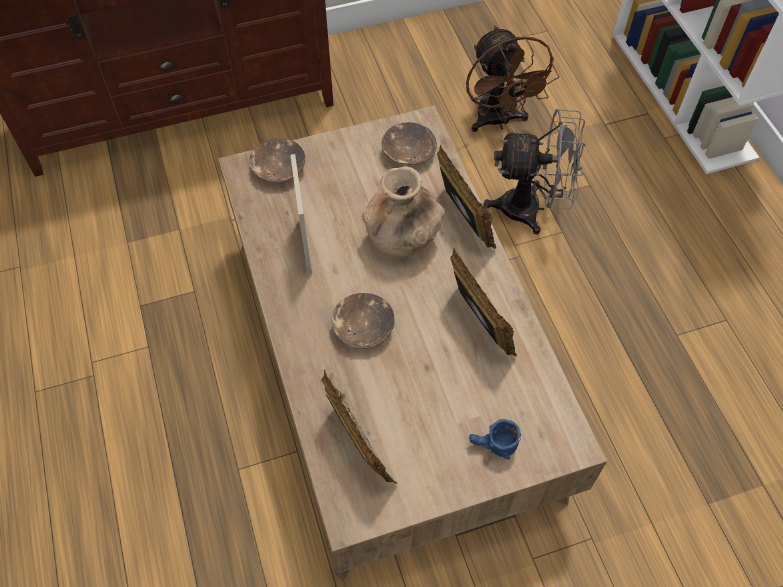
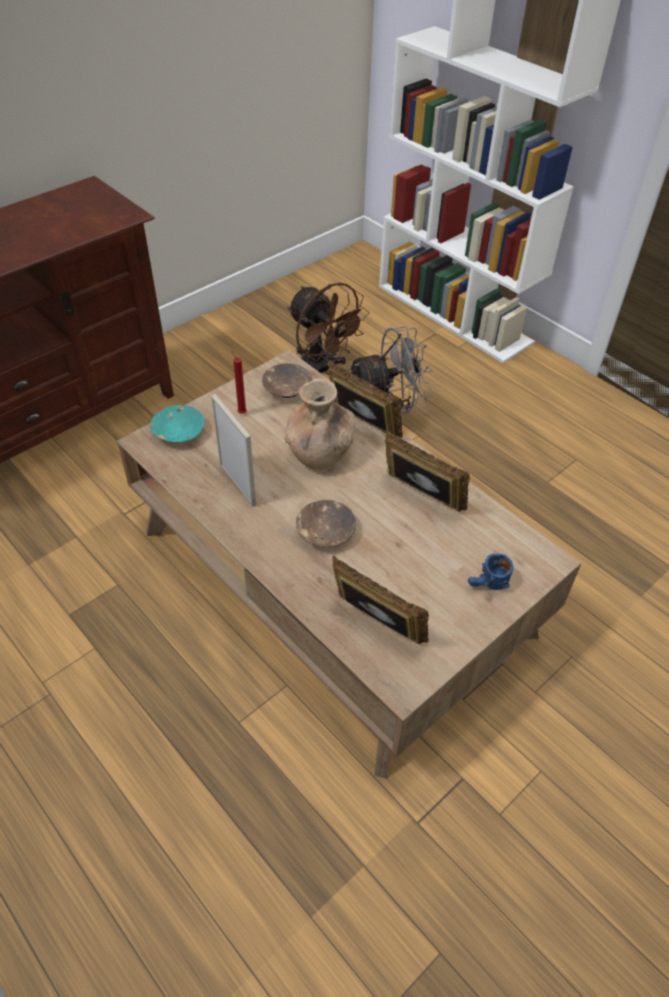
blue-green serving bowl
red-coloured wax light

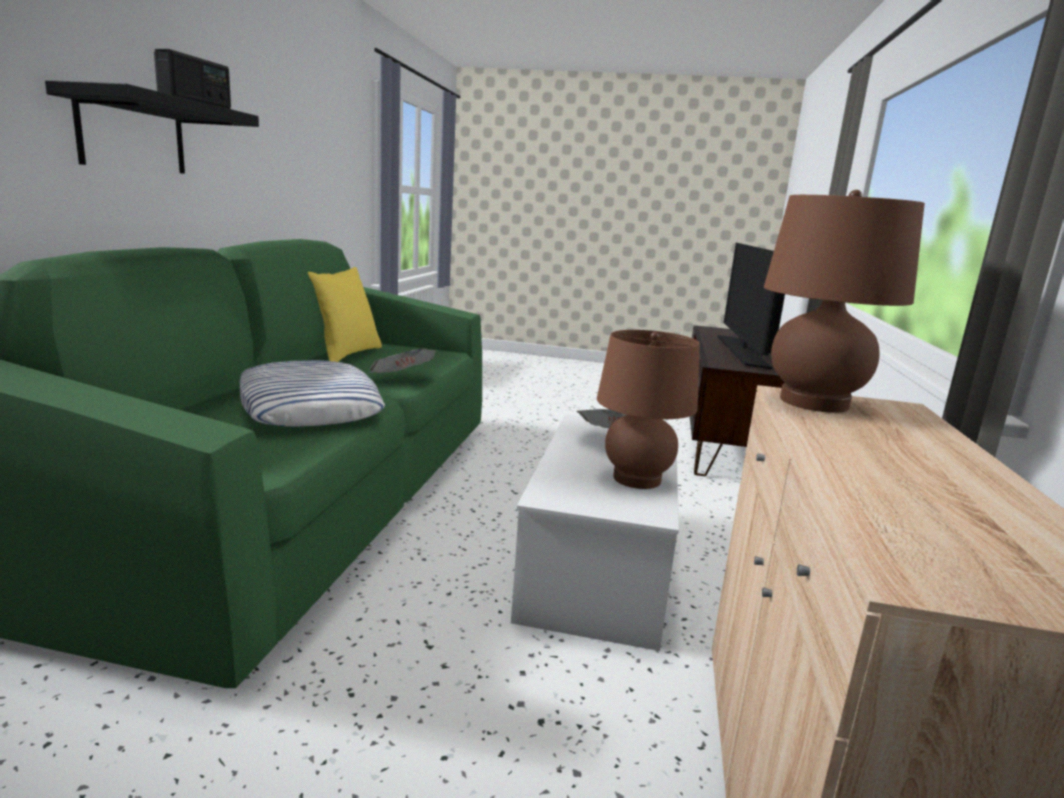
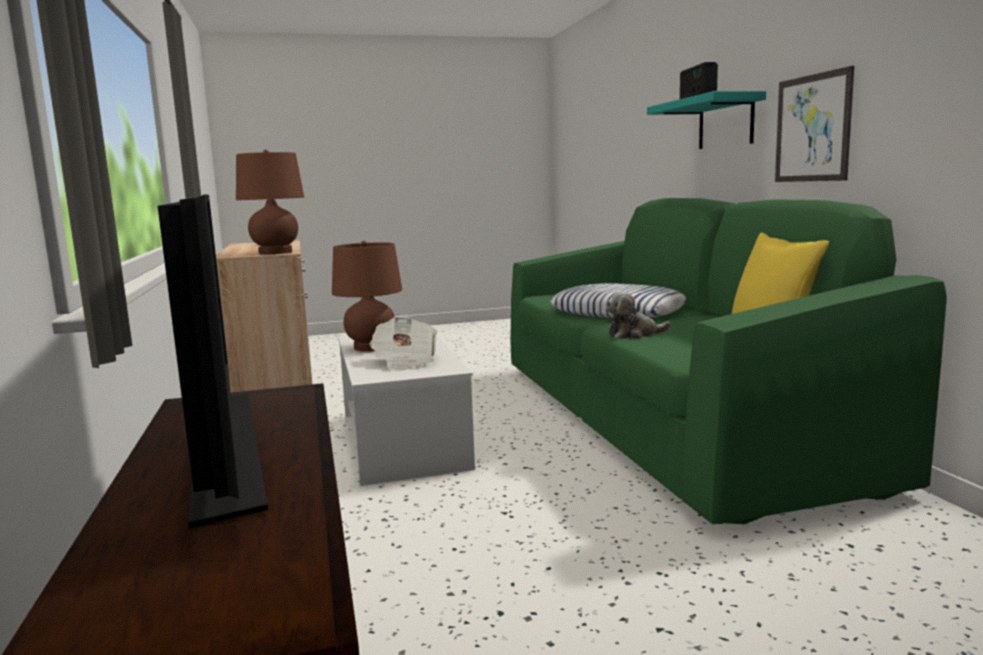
soft toy
blue-green shelf
wall picture

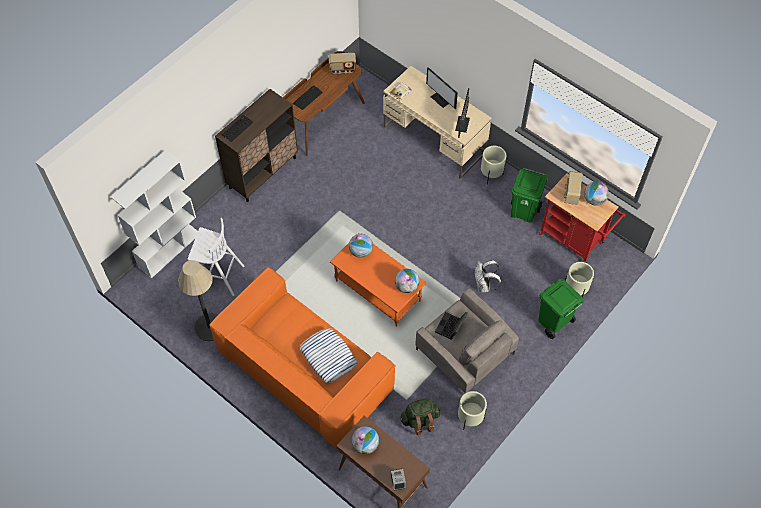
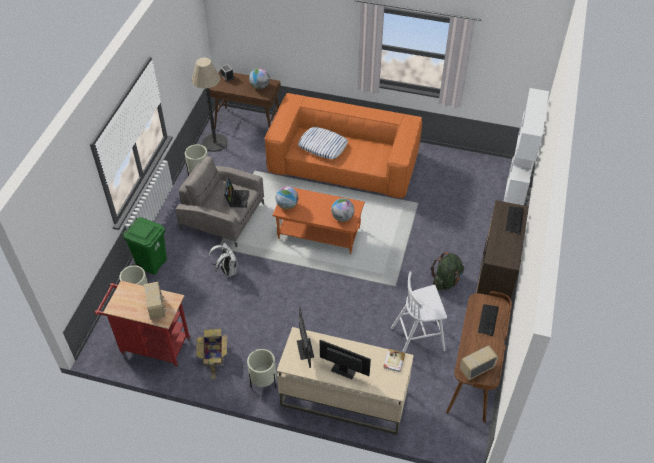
standard lamp
packing box
white-coloured sitting stool
green-coloured backpack
world globe (4th from left in the first image)

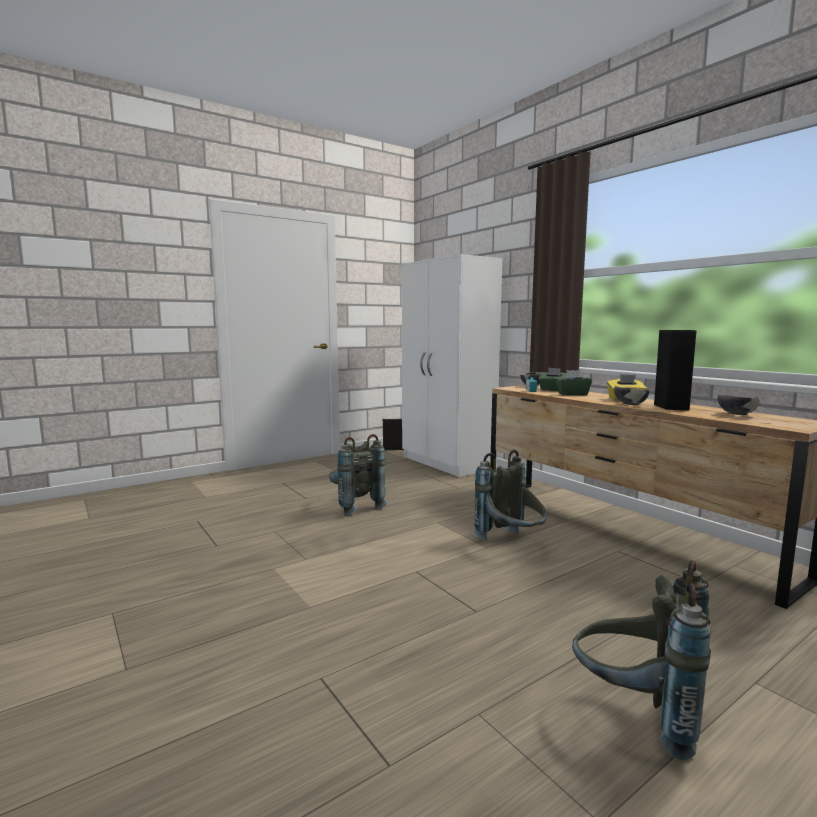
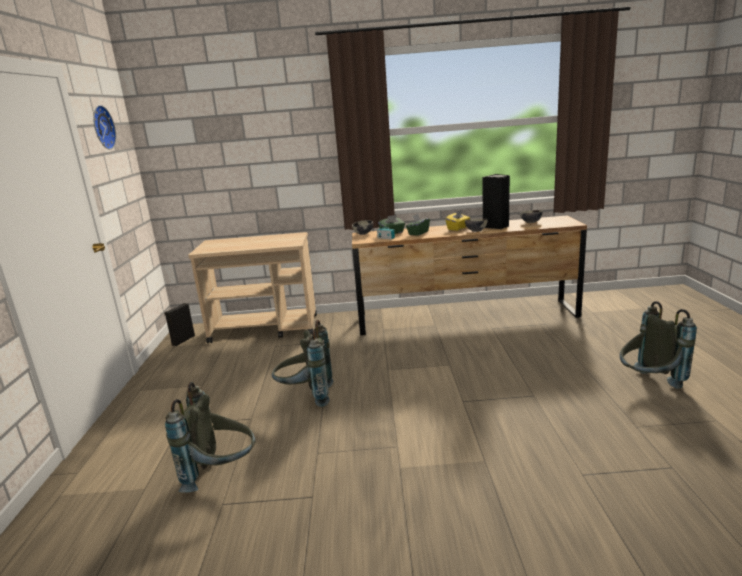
clock on the wall
grey backpack (1st from left)
beige cart

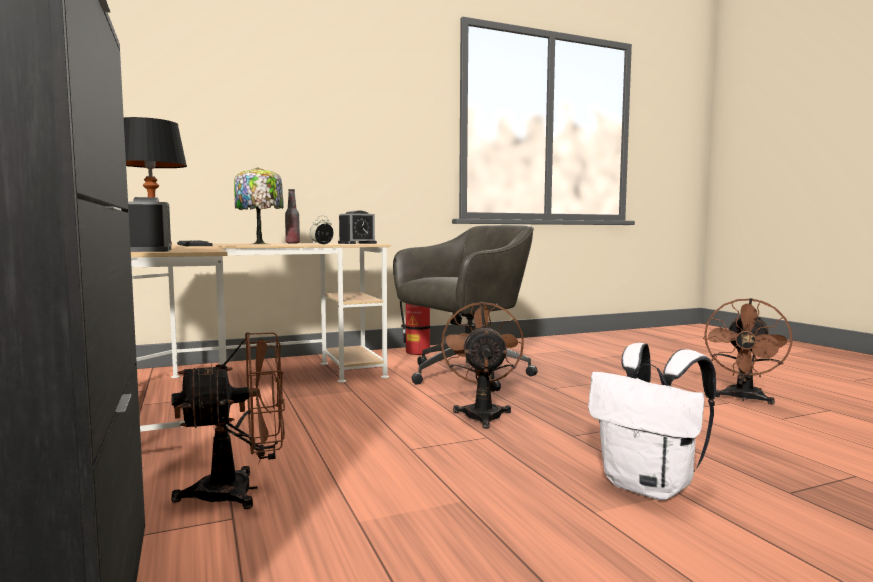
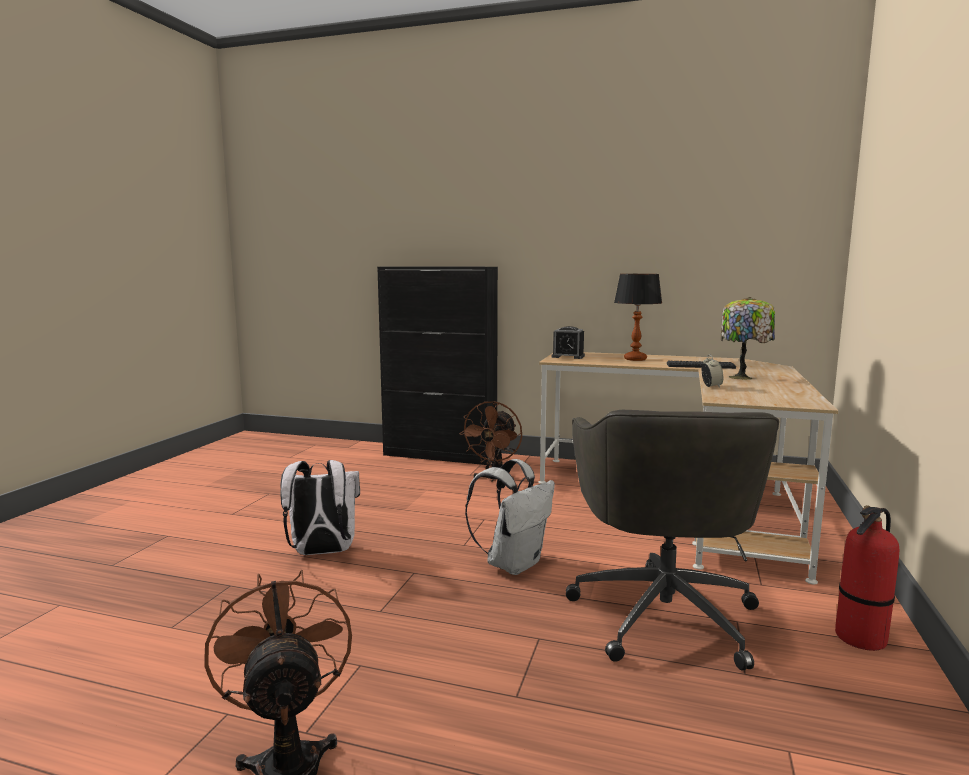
white-coloured backpack (2nd from left)
beverage bottle
table clock (3rd from left in the first image)

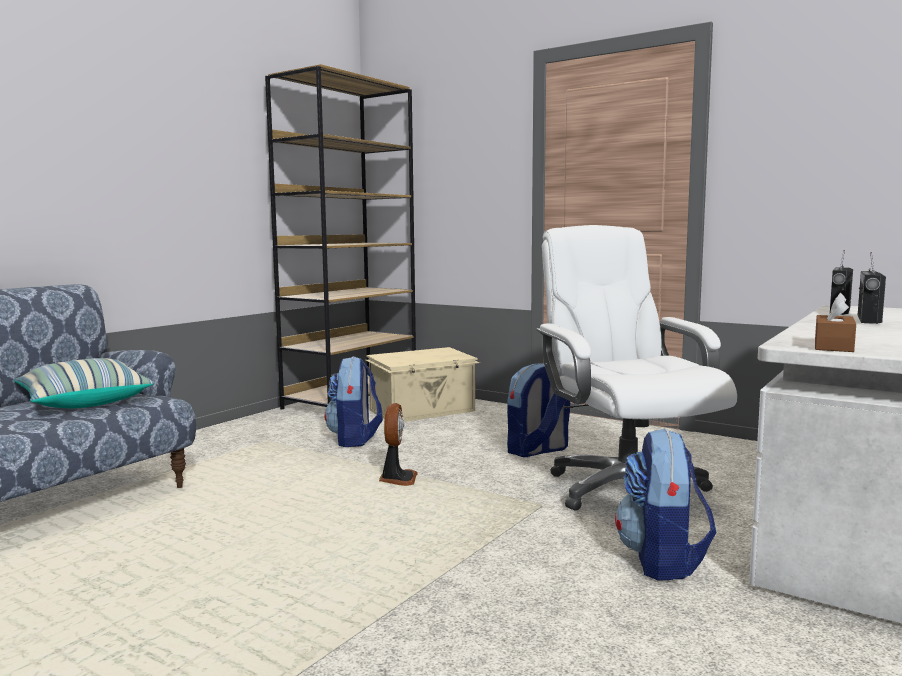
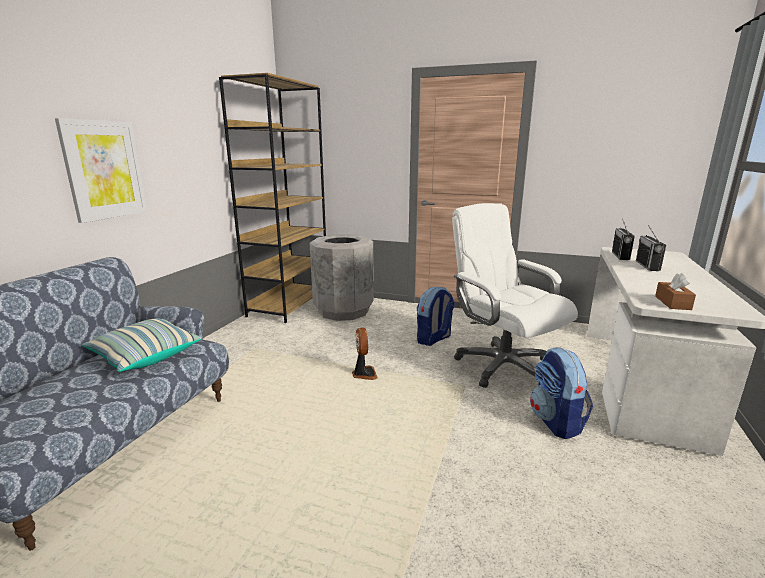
wall picture
grey rubbish bin
backpack (1st from left in the first image)

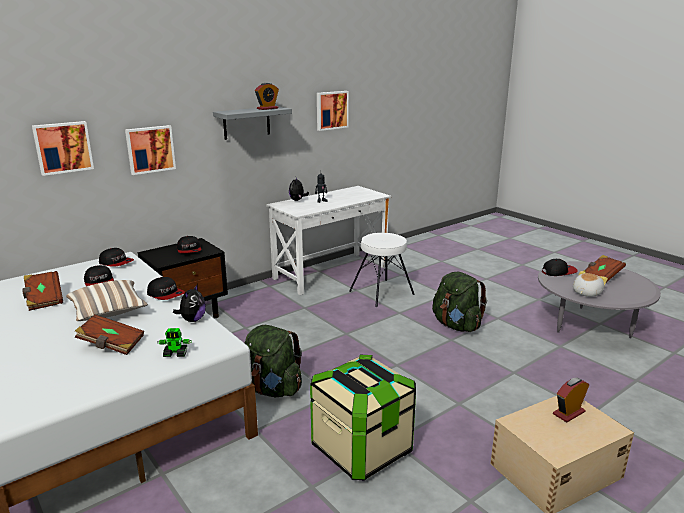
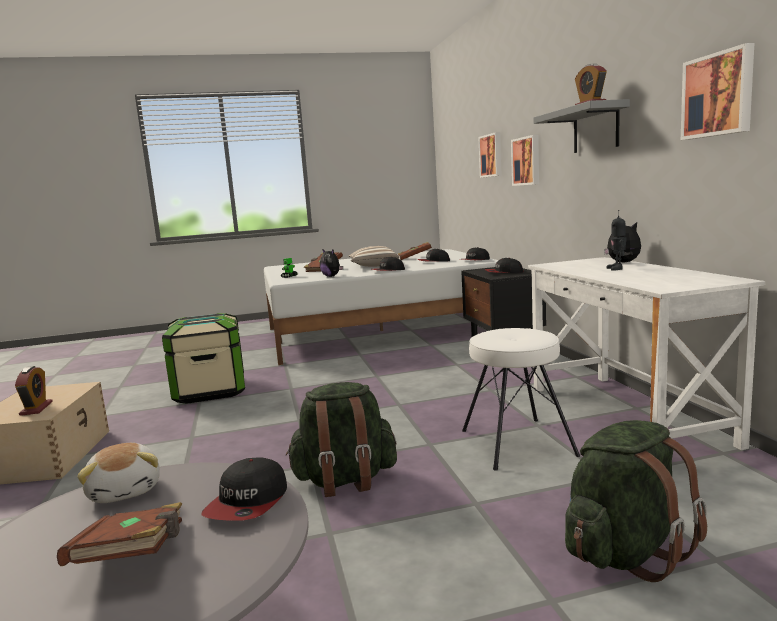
green-coloured backpack (2nd from left)

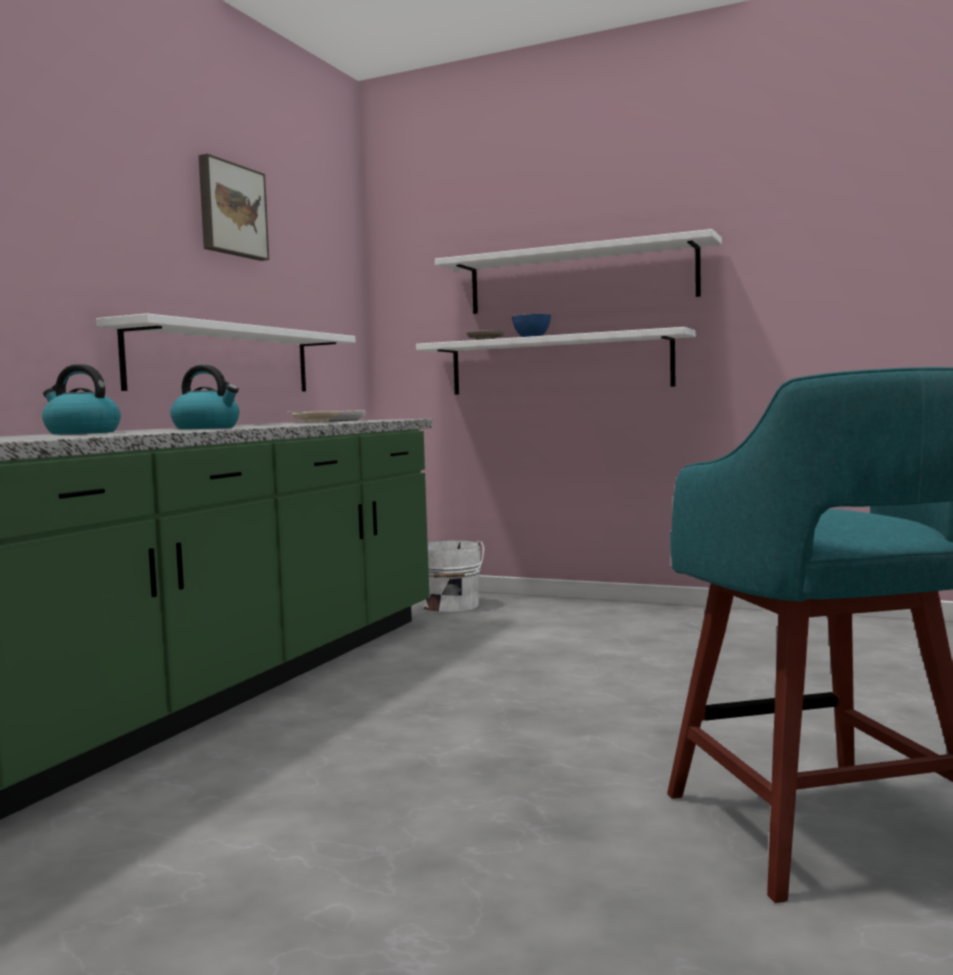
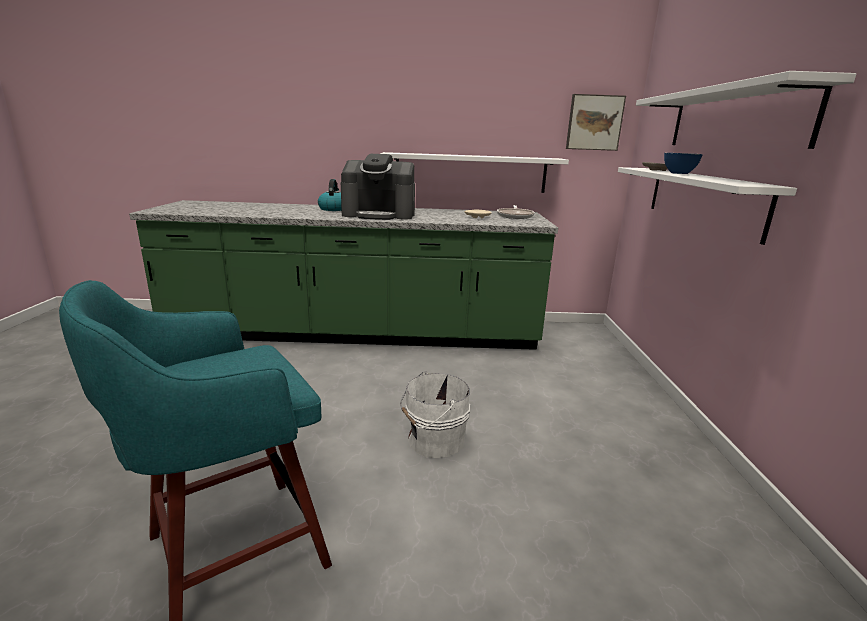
coffee brewer
white-coloured pail
wall picture

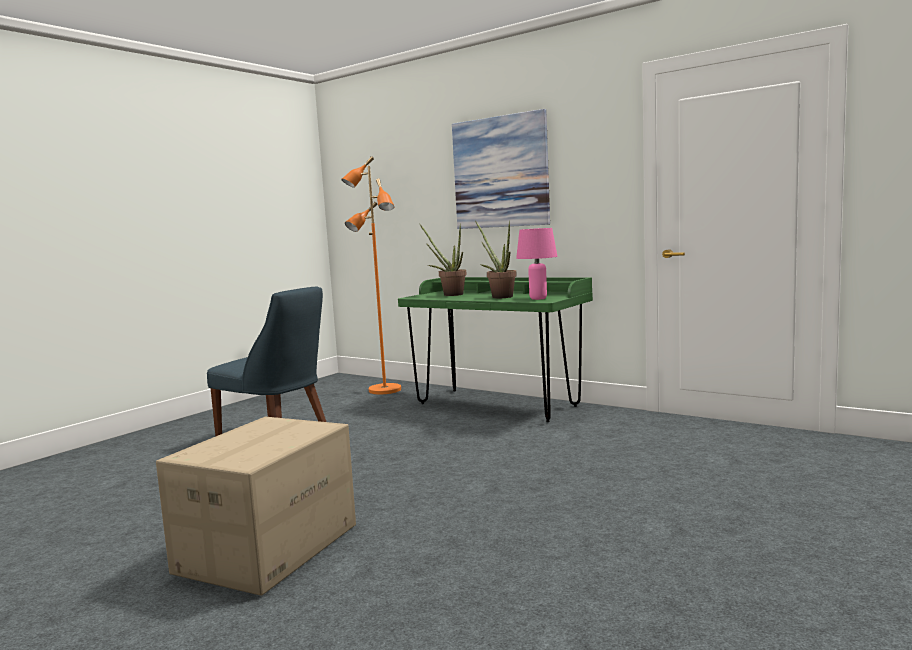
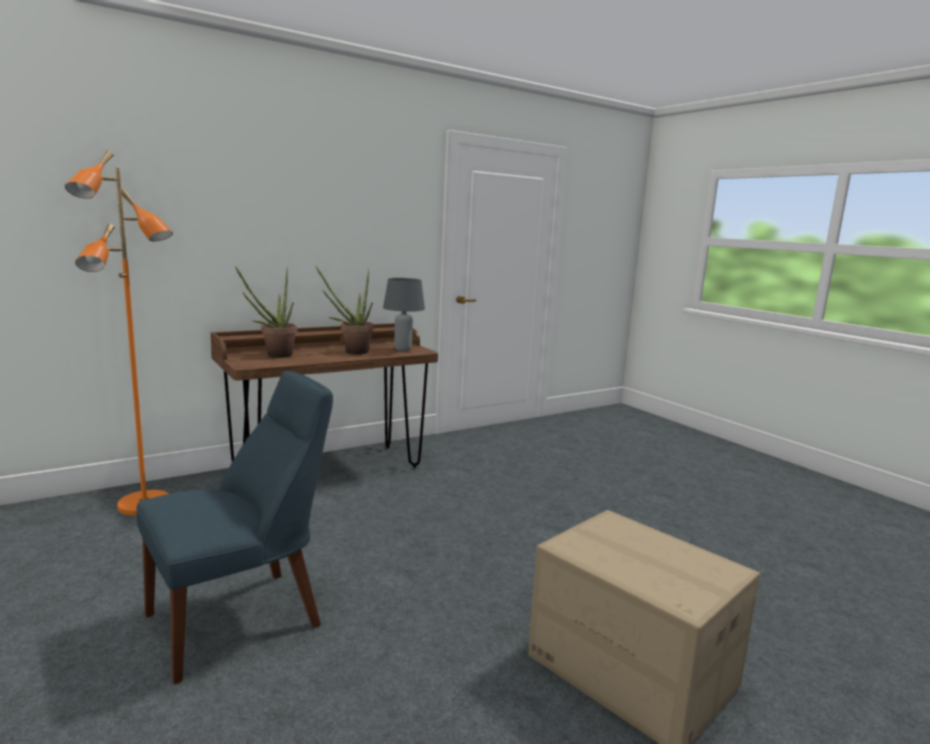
brown-coloured desk
grey lamp for a table
wall picture

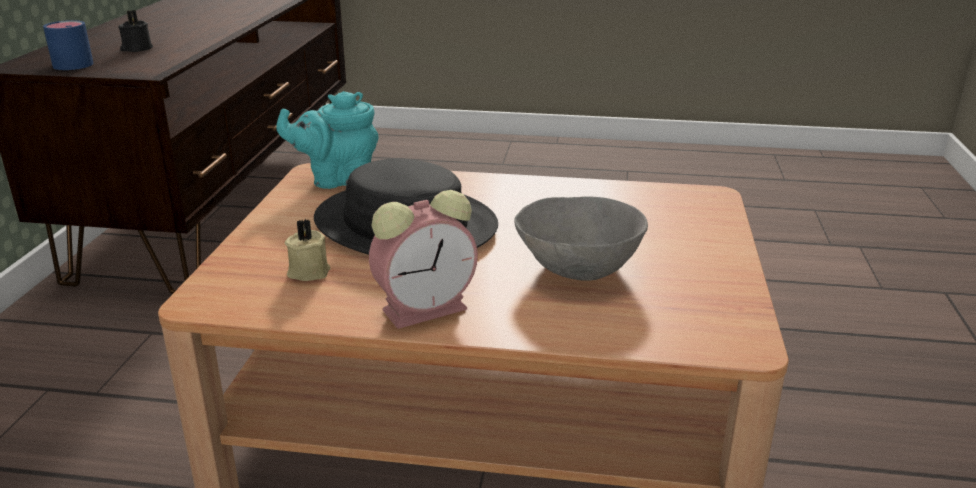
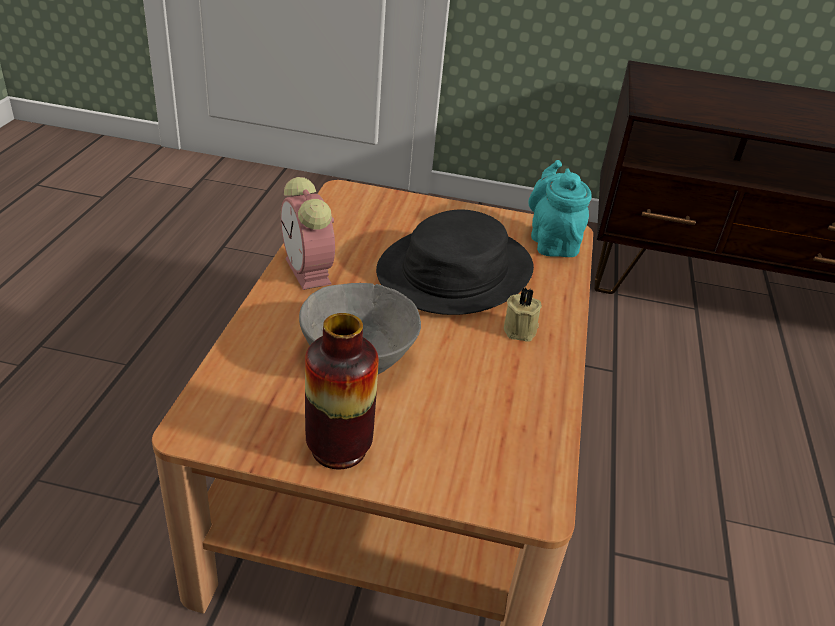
decorative vase
beige wax light
blue-coloured mug
black-coloured wax light

